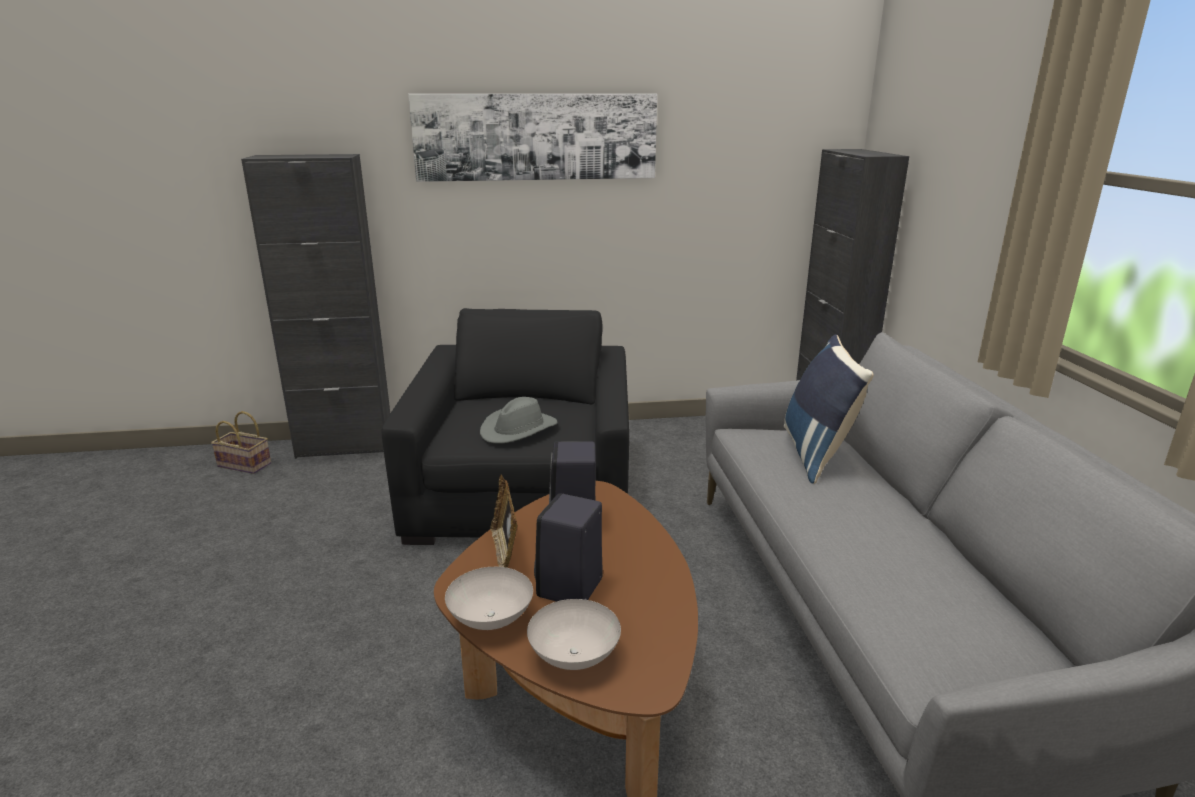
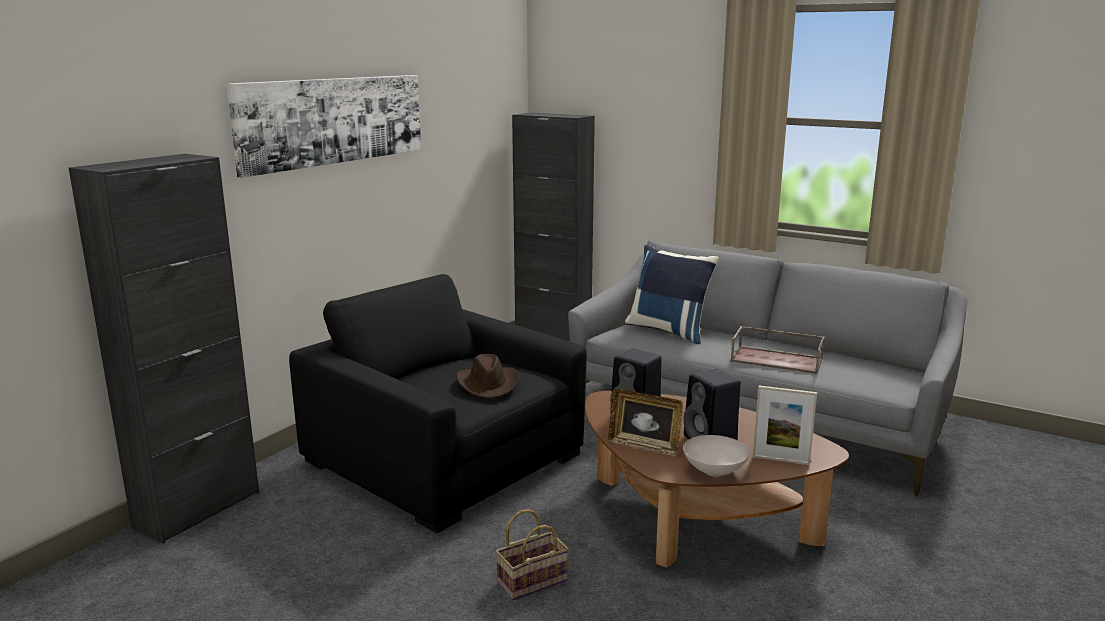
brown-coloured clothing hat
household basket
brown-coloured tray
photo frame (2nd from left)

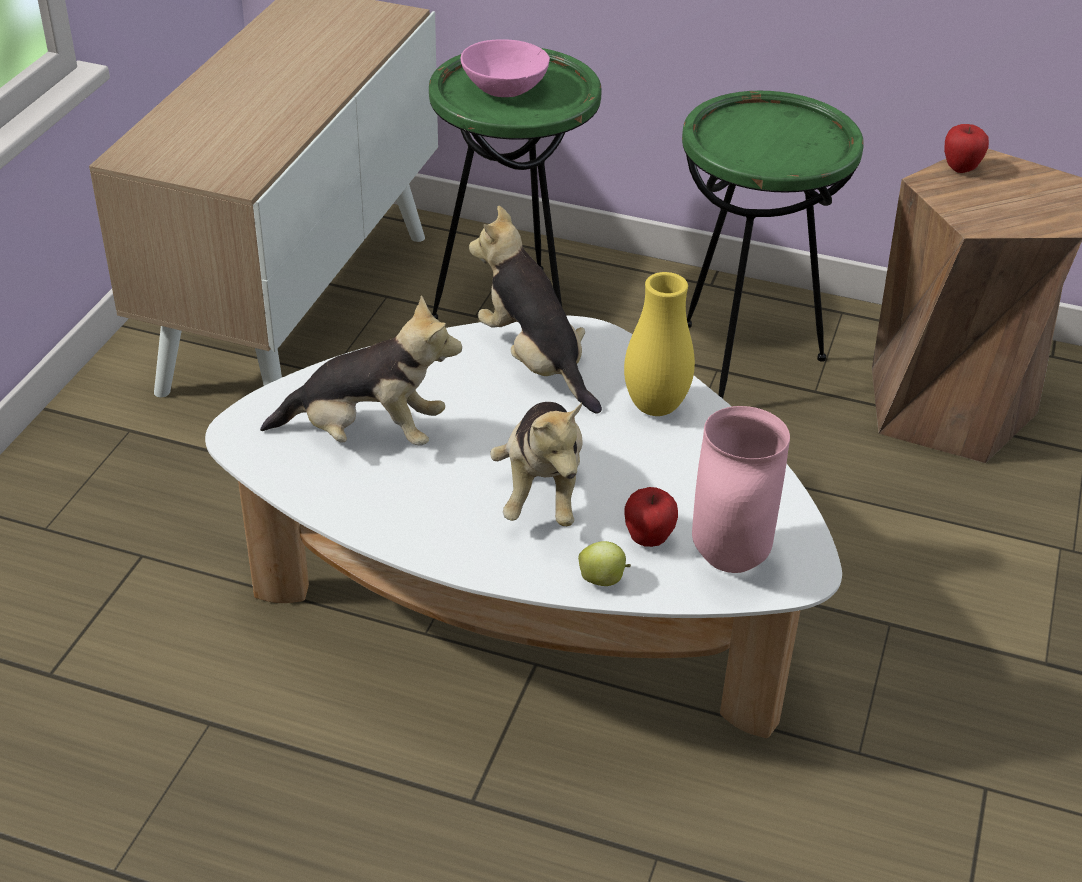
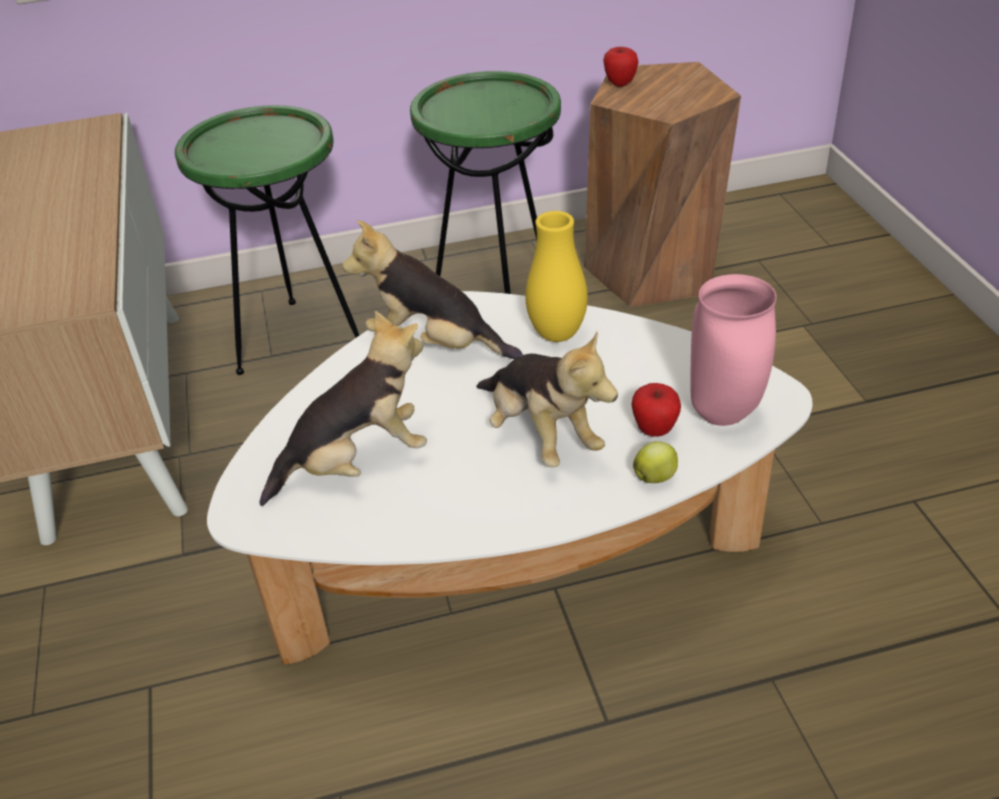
pink-coloured serving bowl

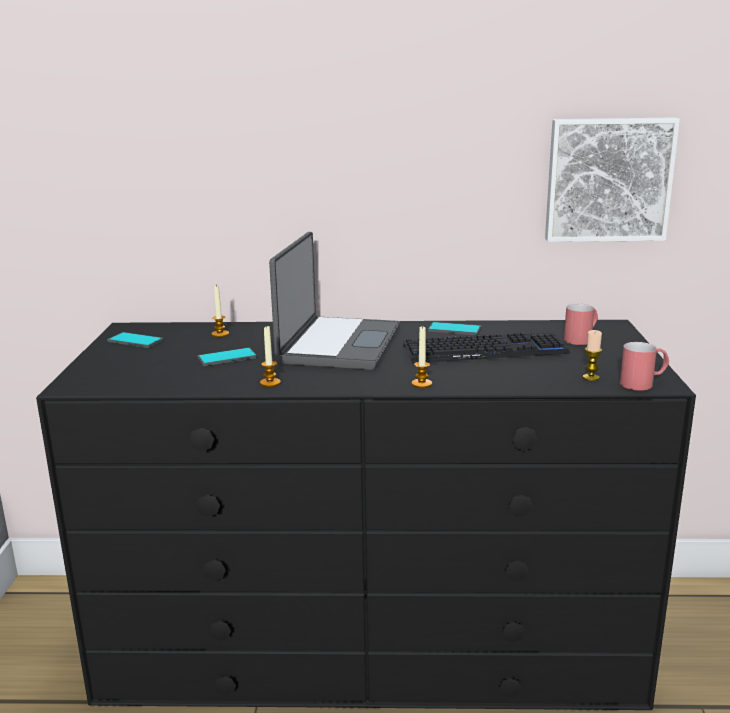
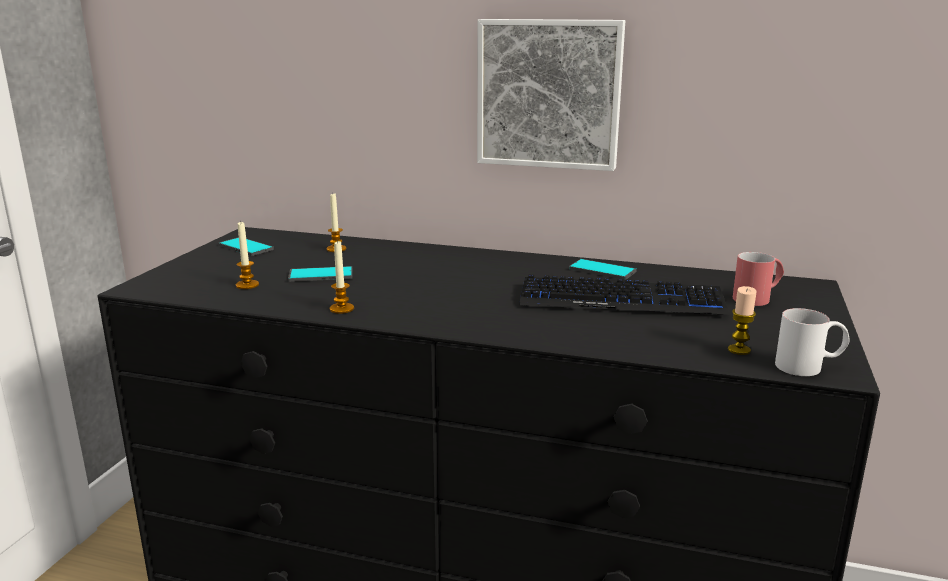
wax light (1st from left)
wall picture
white-coloured mug
notebook computer

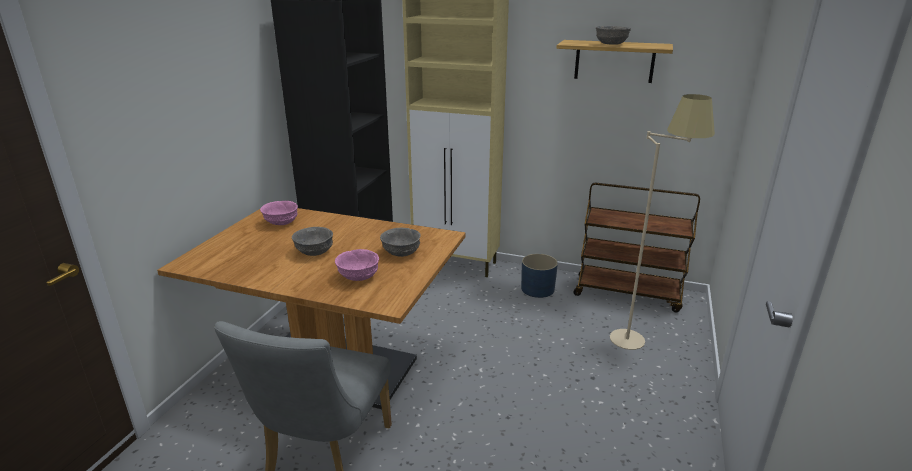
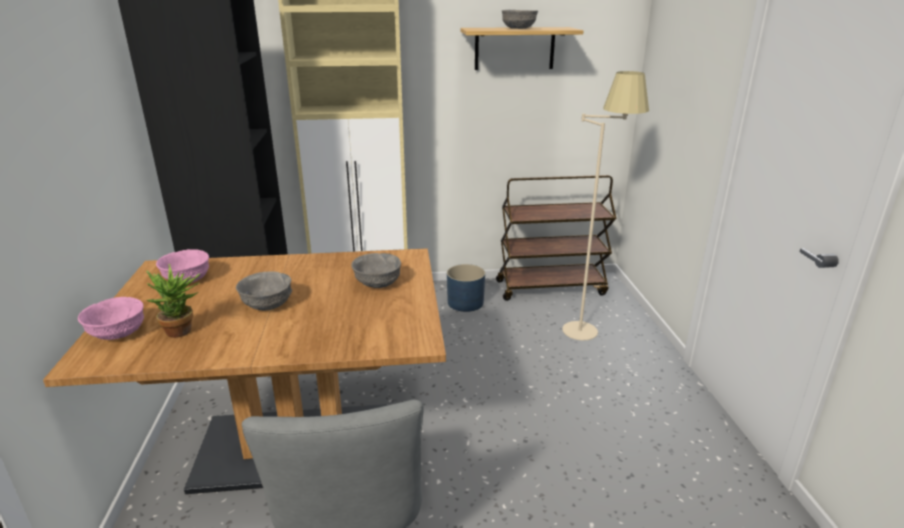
pink-coloured serving bowl (1st from left)
plant in a pot

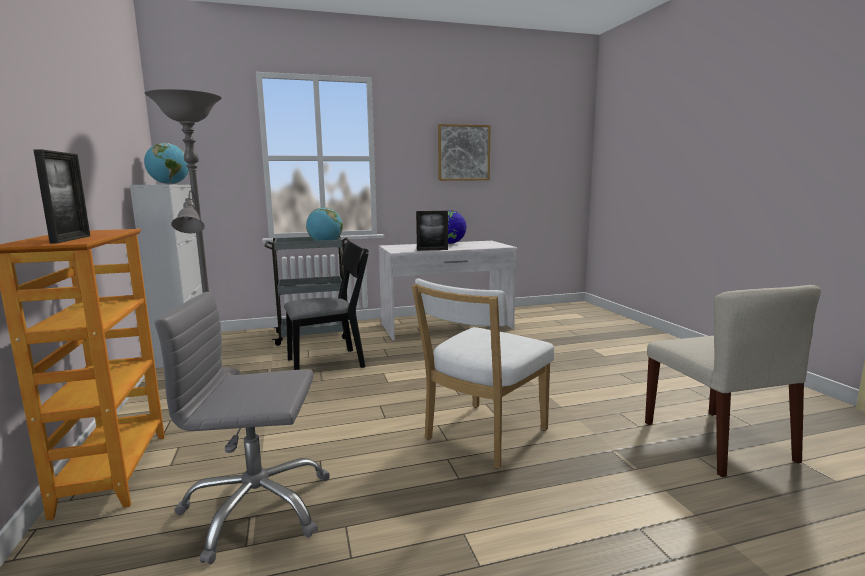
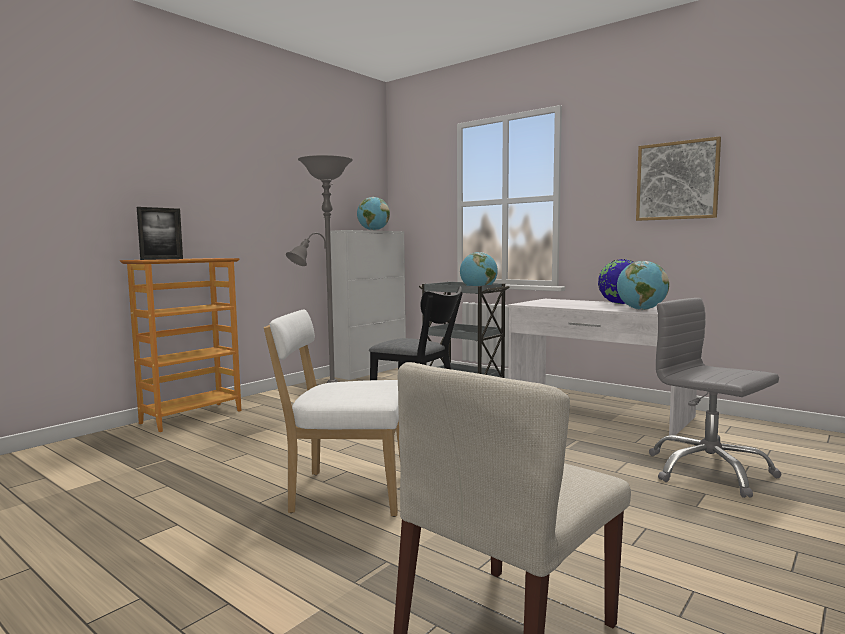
world globe (4th from left)
grey computer chair
photo frame (2nd from left in the first image)

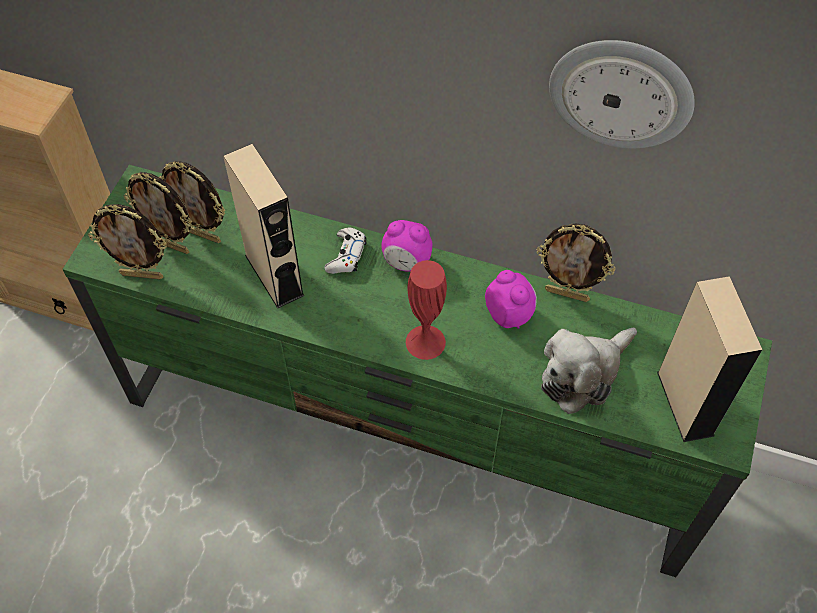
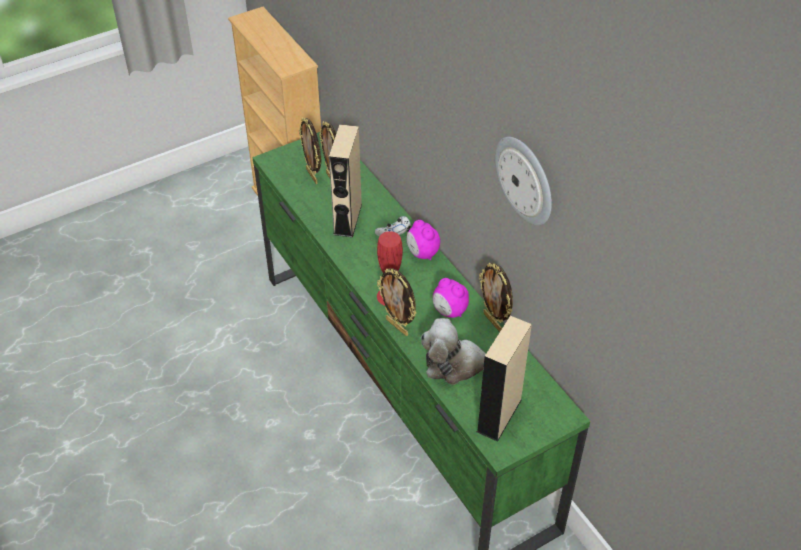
photo frame (3rd from left)
table clock (2nd from left)

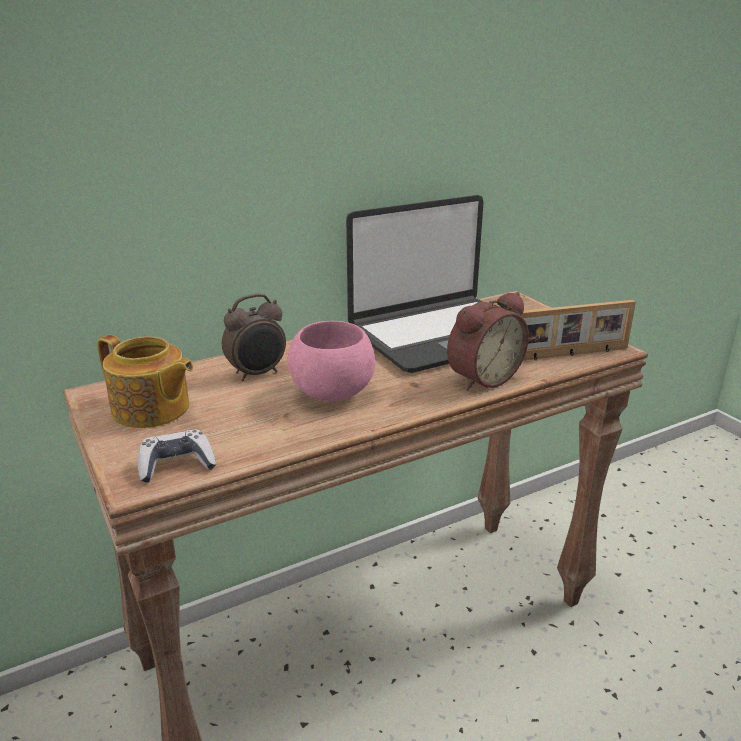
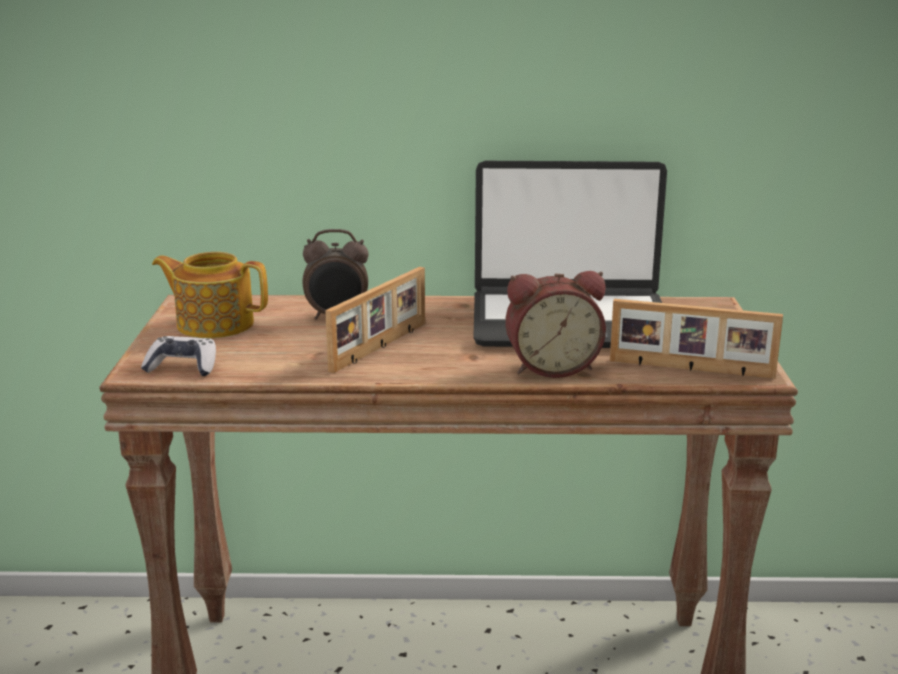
tea pot
photo frame (1st from left)

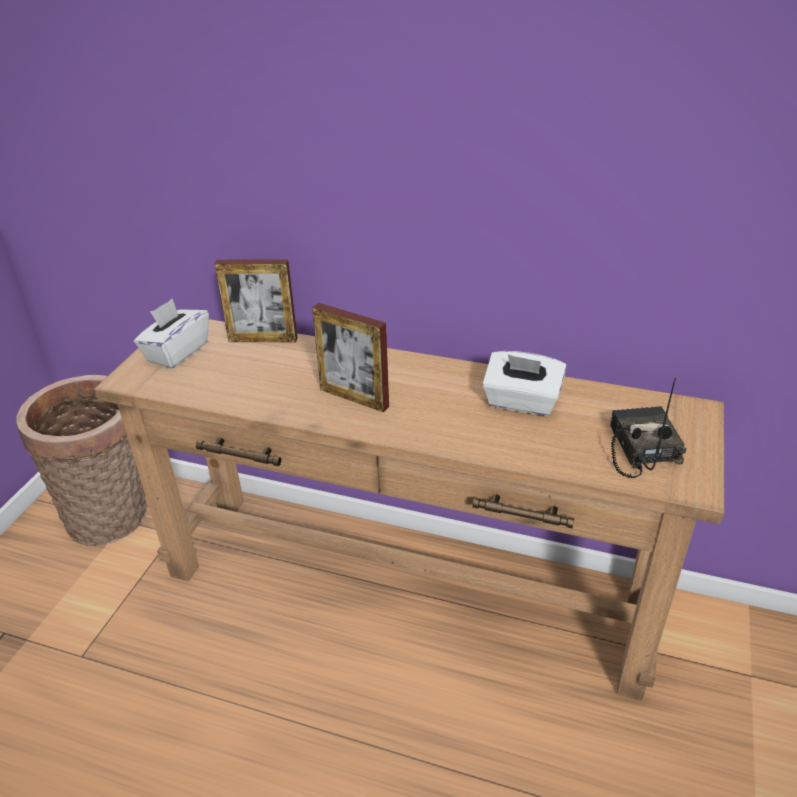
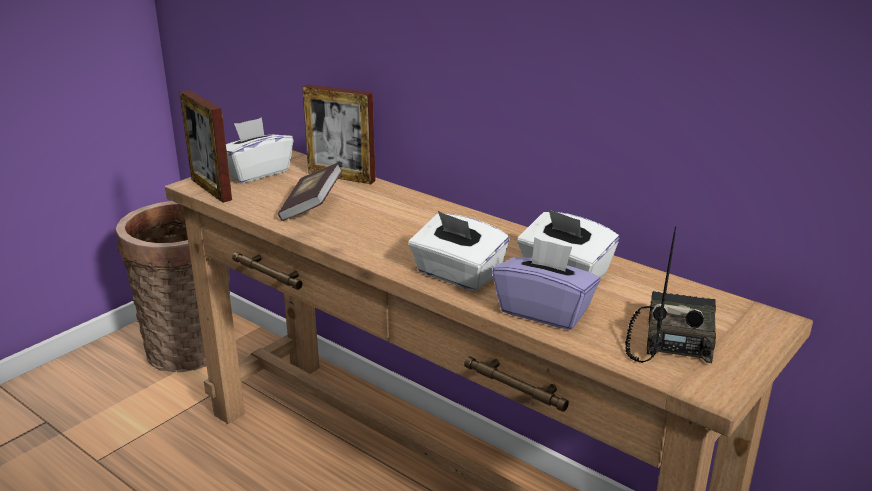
photo frame (1st from left)
bound book
white-coloured box of tissues (2nd from left)
purplish box of tissues

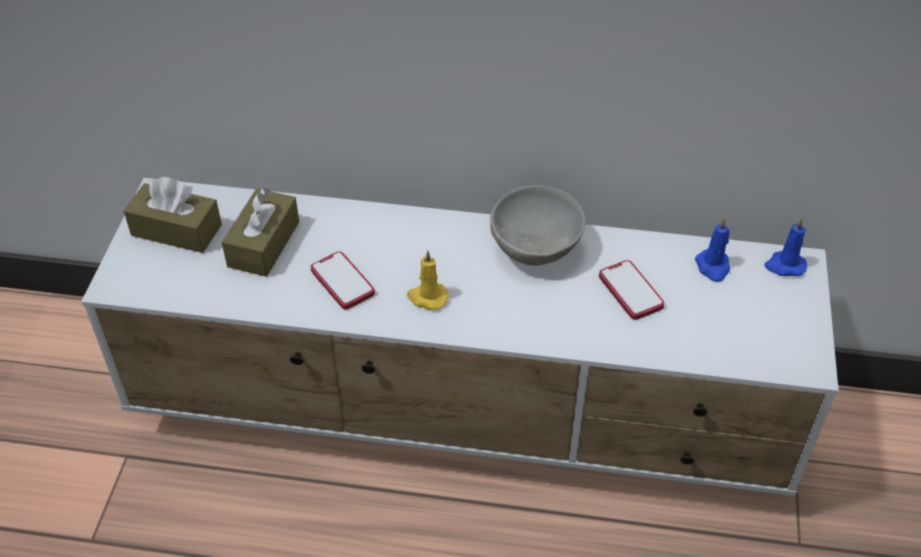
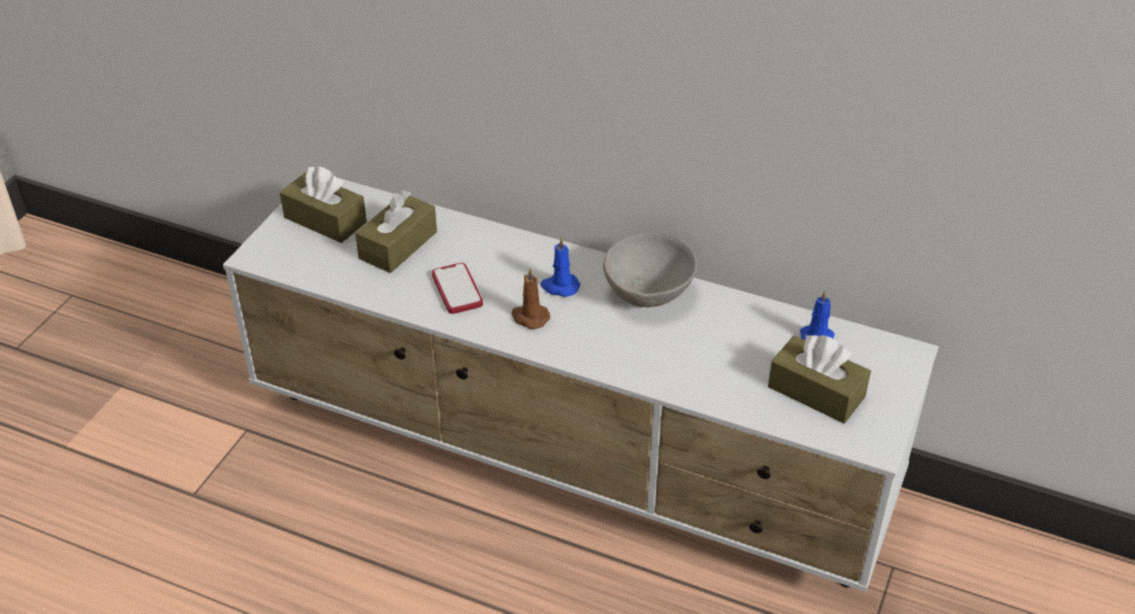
brown-coloured wax light
blue-coloured wax light (1st from left)
brown-coloured box of tissues (3rd from left)
phone (2nd from left in the first image)

